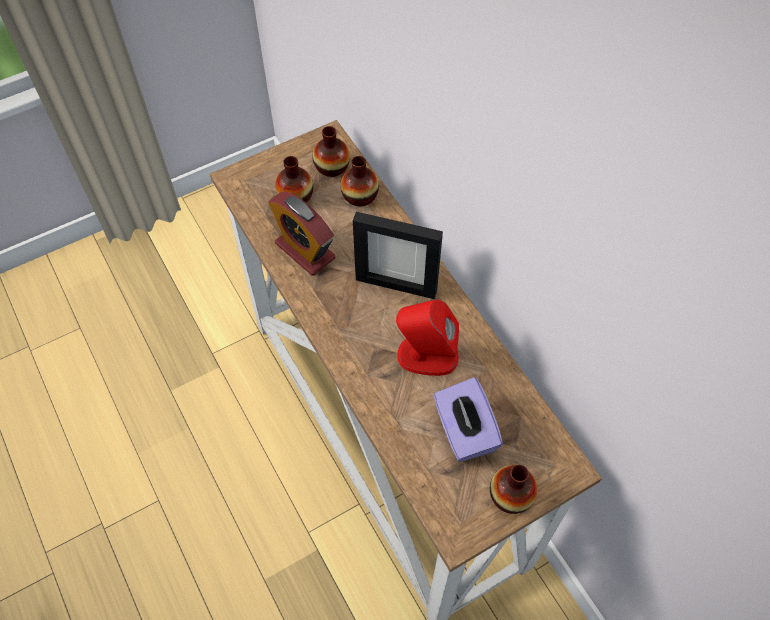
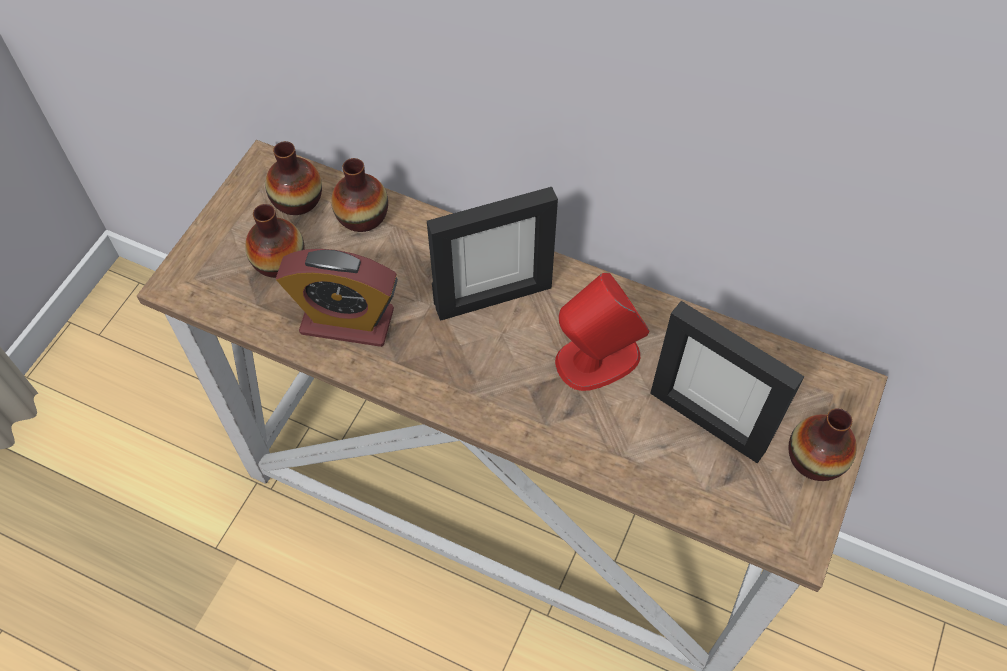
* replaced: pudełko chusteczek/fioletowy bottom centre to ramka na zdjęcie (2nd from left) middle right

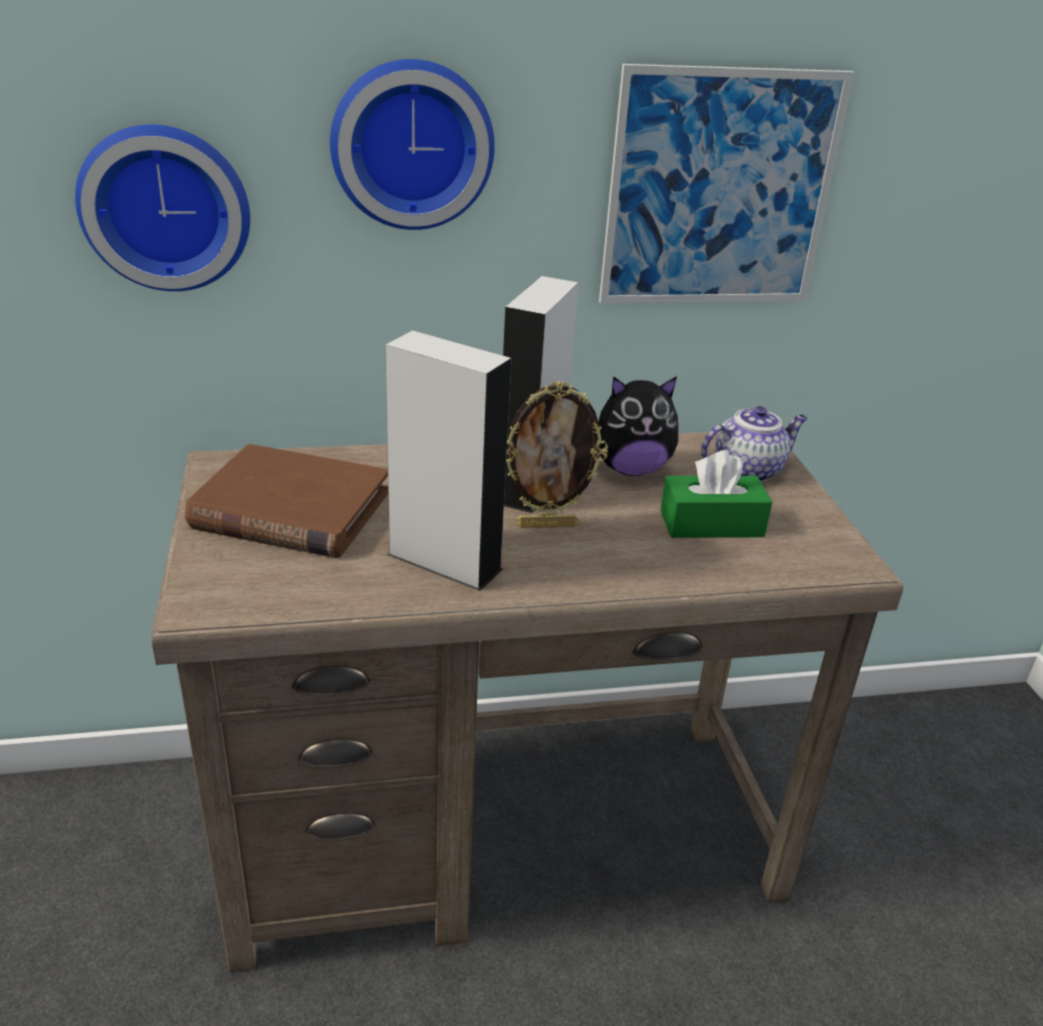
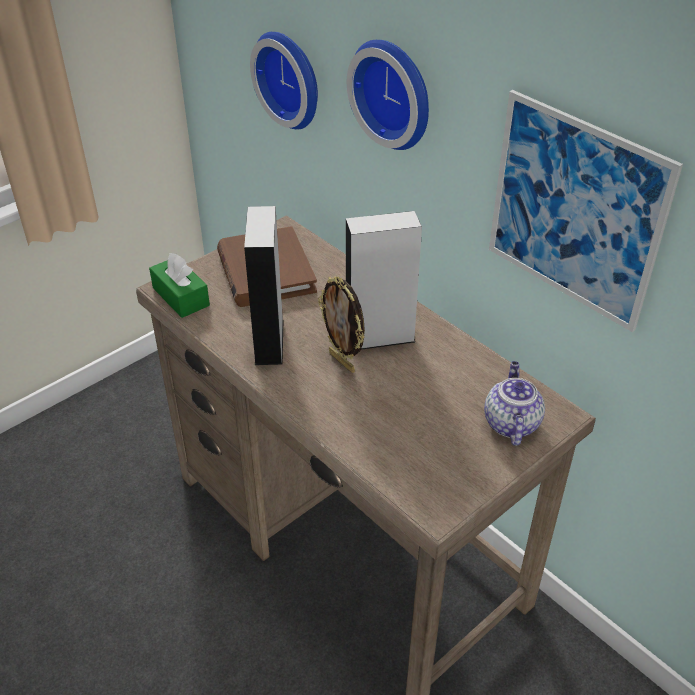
* removed: pluszak centre
* moved: pudełko chusteczek/zielony middle right to middle left
* turned: imbryk middle right = middle right 120 degrees counterclockwise

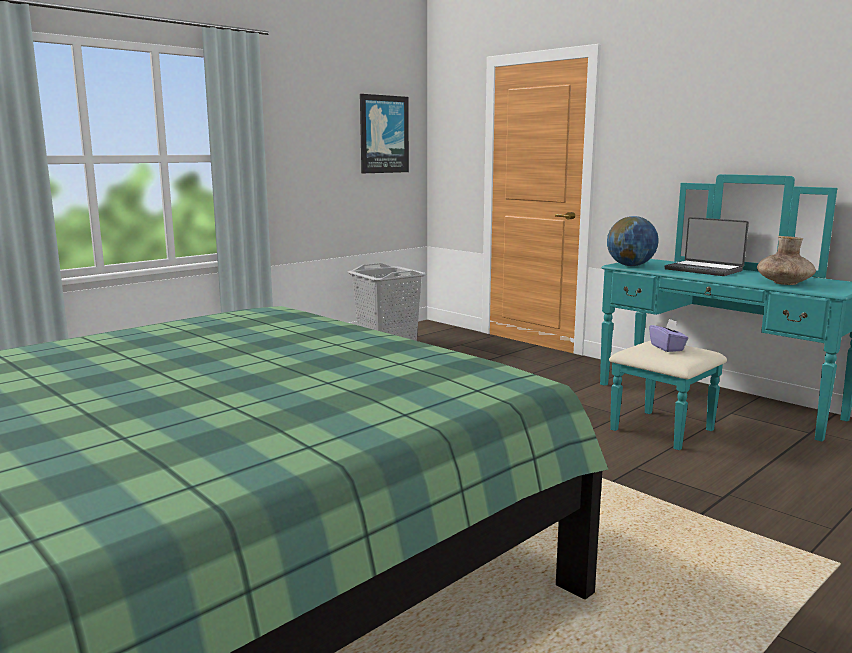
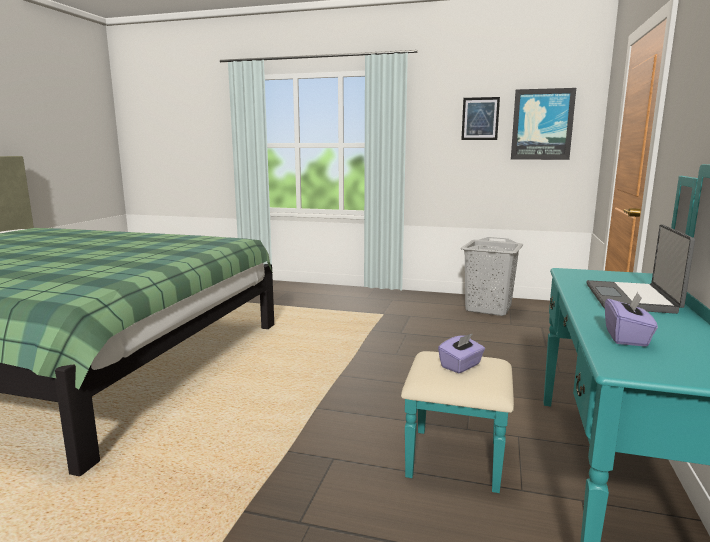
* removed: globus middle right
* replaced: wazon/brązowy middle right to pudełko chusteczek/fioletowy (2nd from left) middle right
* added: obraz (1st from left) top right

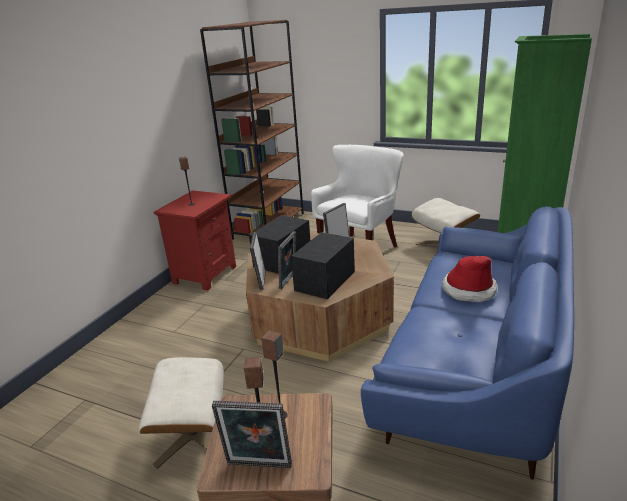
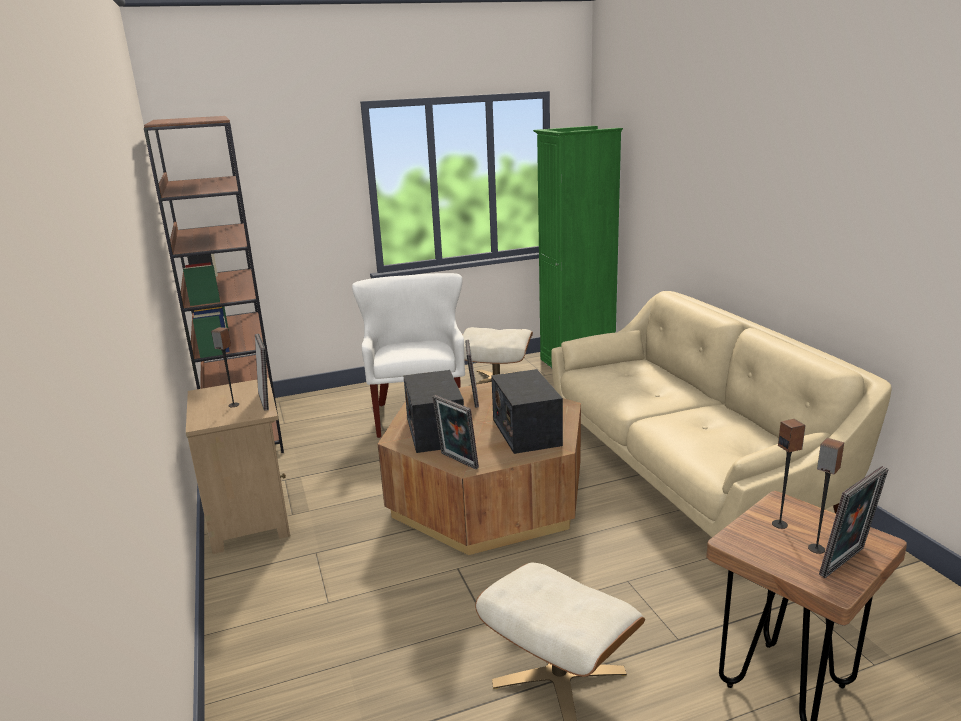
* recoloured: szafka nocna/czerwony middle left to szafka nocna/beżowy middle left
* moved: ramka na zdjęcie (3rd from left in the first image) centre to ramka na zdjęcie (1st from left) middle left
* recoloured: kanapa/niebieski bottom right to kanapa/beżowy middle right
* removed: kapelusz middle right

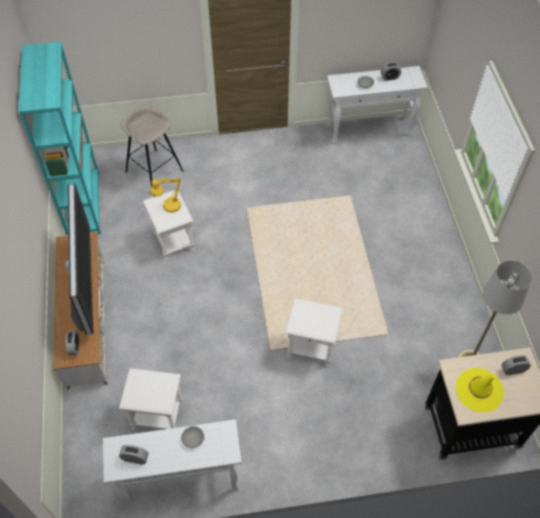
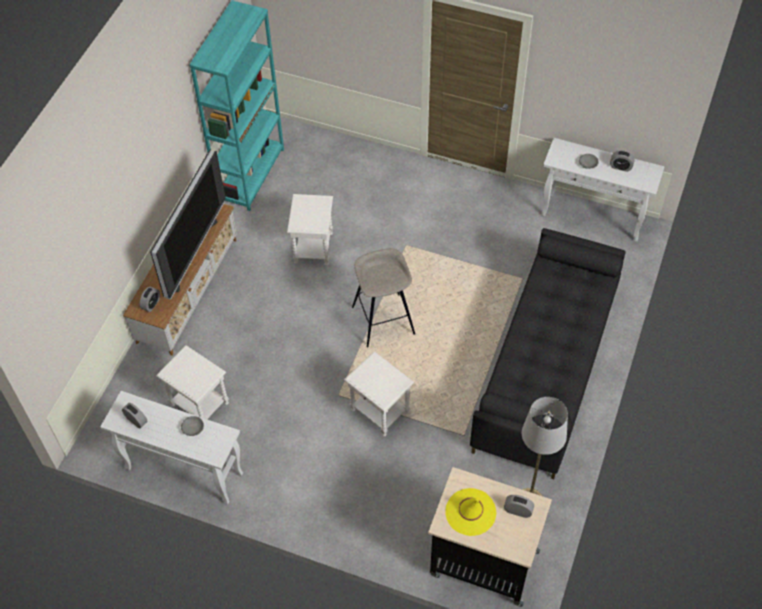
* moved: stołek/szary top left to centre
* removed: lampa stołowa/żółty middle left
* added: kanapa/czarny middle right

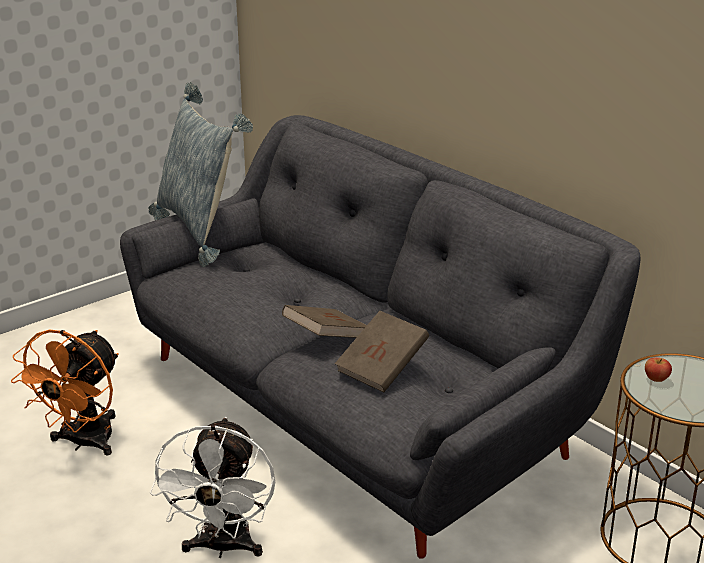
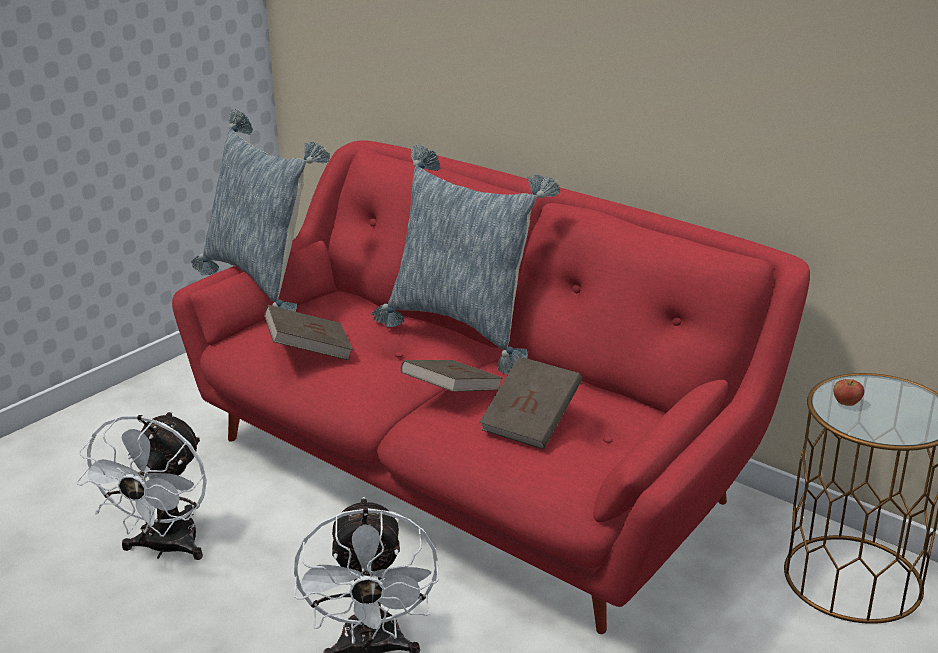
* recoloured: wentylator/pomarańczowy bottom left to wentylator/biały (1st from left) bottom left
* recoloured: kanapa/szary centre to kanapa/czerwony centre
* added: książka/brązowy (1st from left) middle left
* added: poduszka (2nd from left) centre

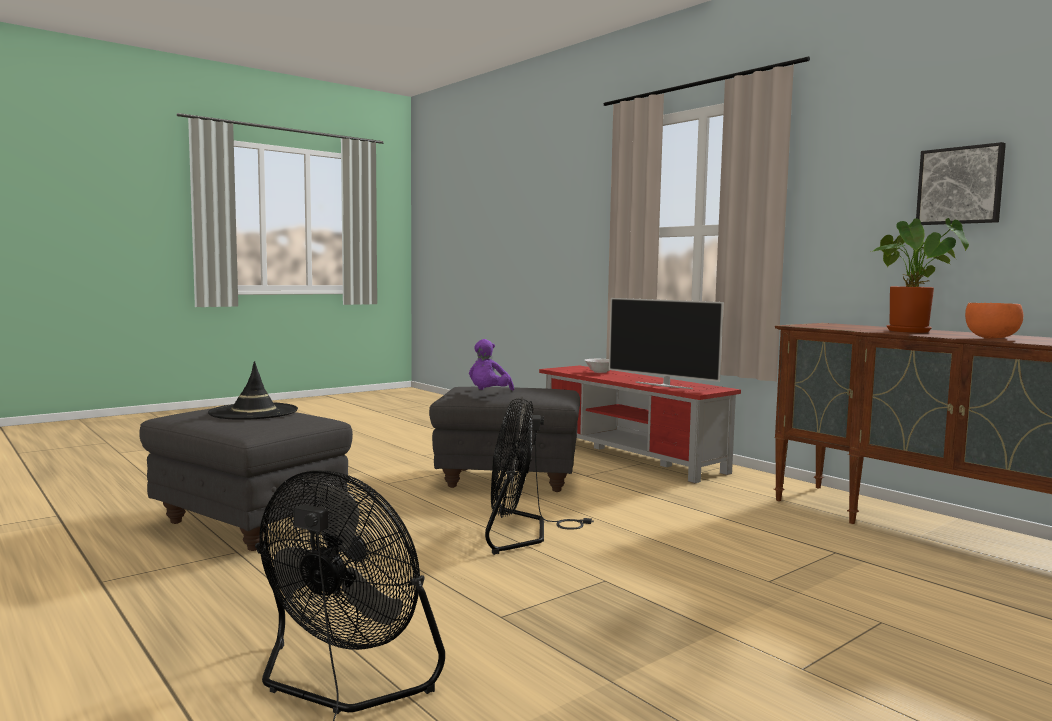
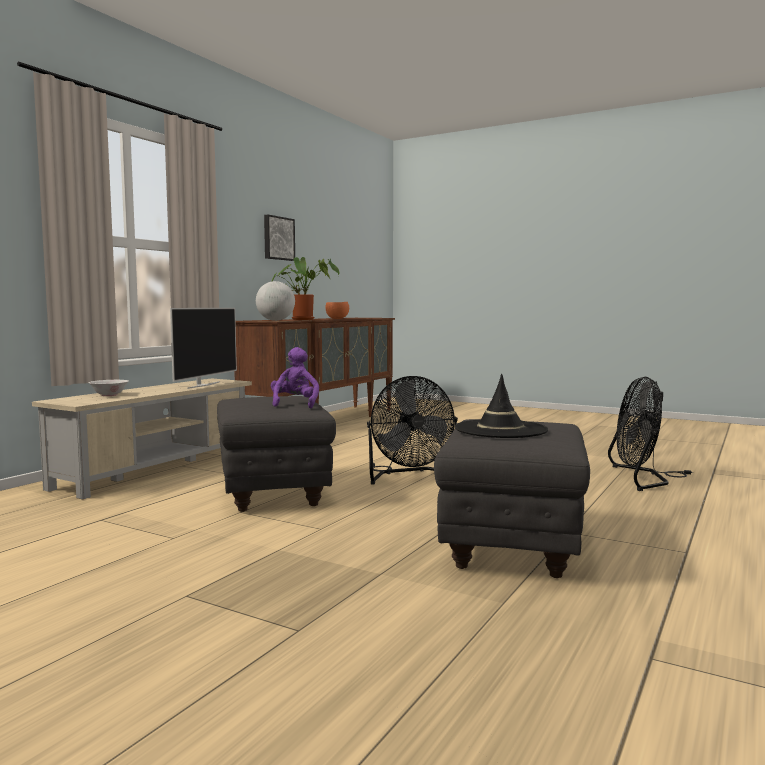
* turned: pluszak/fioletowy centre = centre 90 degrees counterclockwise
* recoloured: szafka pod telewizor/czerwony centre to szafka pod telewizor/beżowy middle left
* added: globus centre

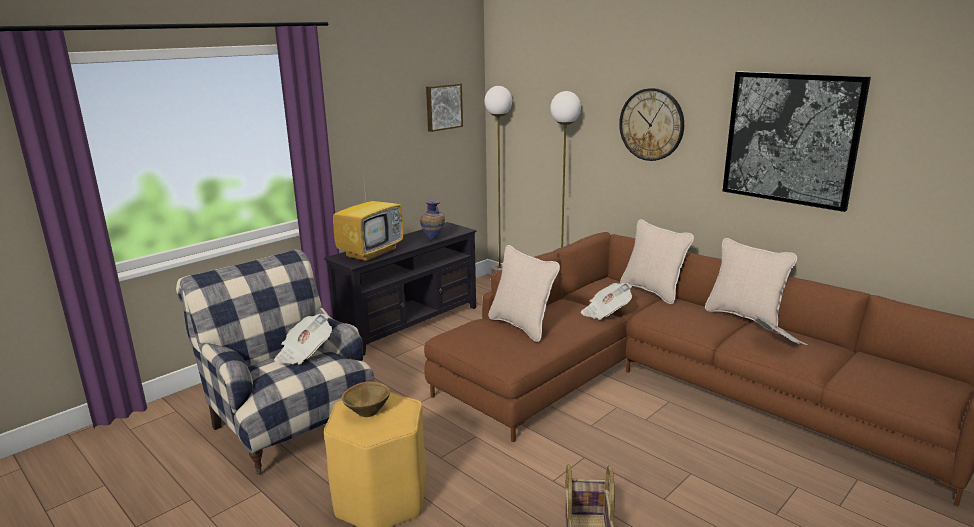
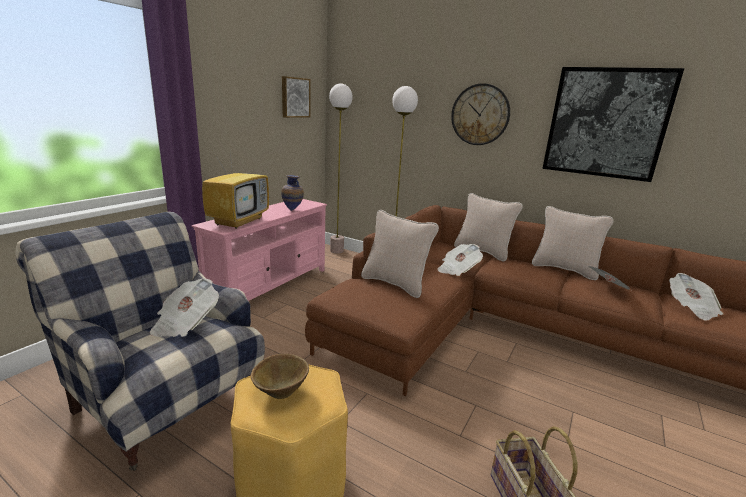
* recoloured: szafka pod telewizor/czarny centre to szafka pod telewizor/różowy centre
* added: gazeta (4th from left) middle right

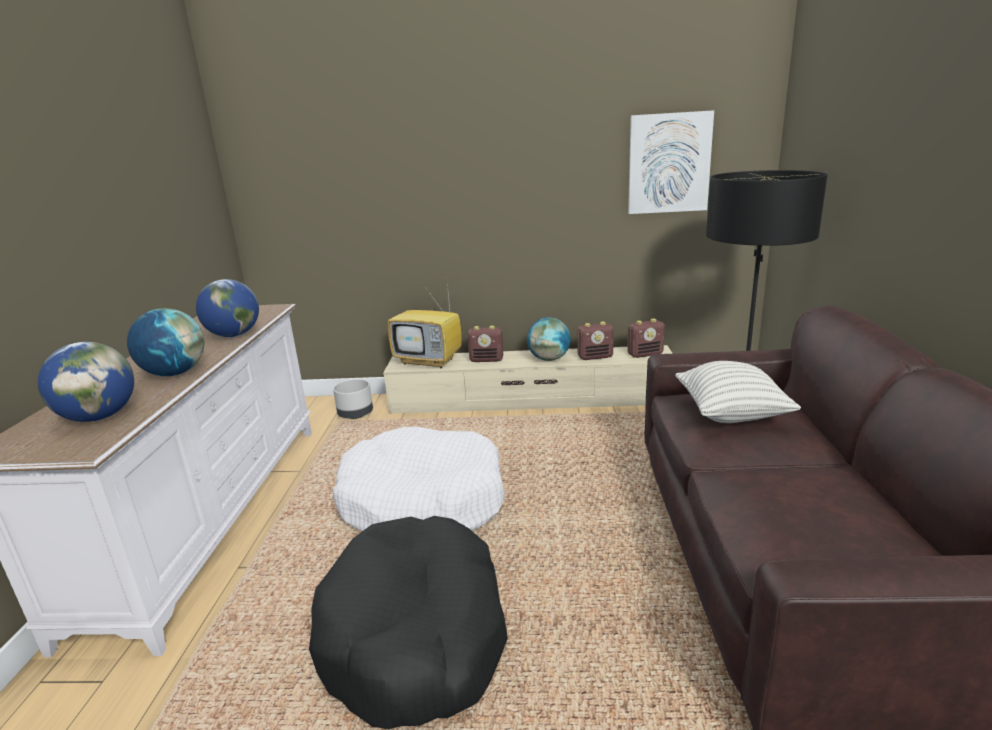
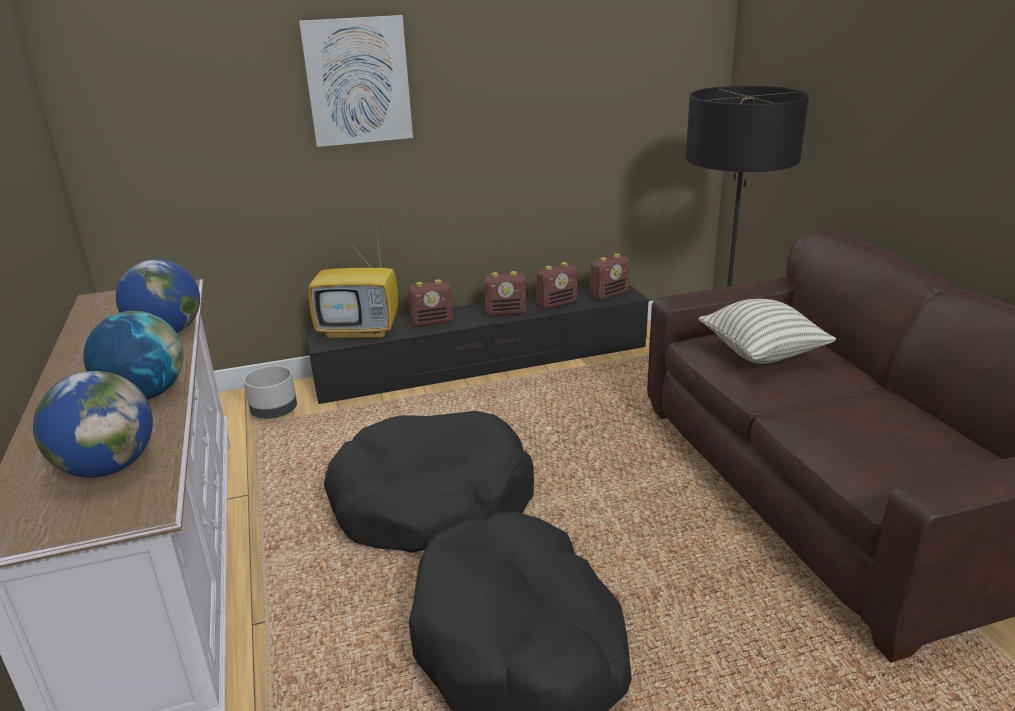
* recoloured: legowisko/biały centre to legowisko/czarny (1st from left) bottom centre
* recoloured: szafka pod telewizor/beżowy centre to szafka pod telewizor/czarny centre
* replaced: globus (4th from left) centre to radio (2nd from left) centre
* moved: obraz top right to top centre

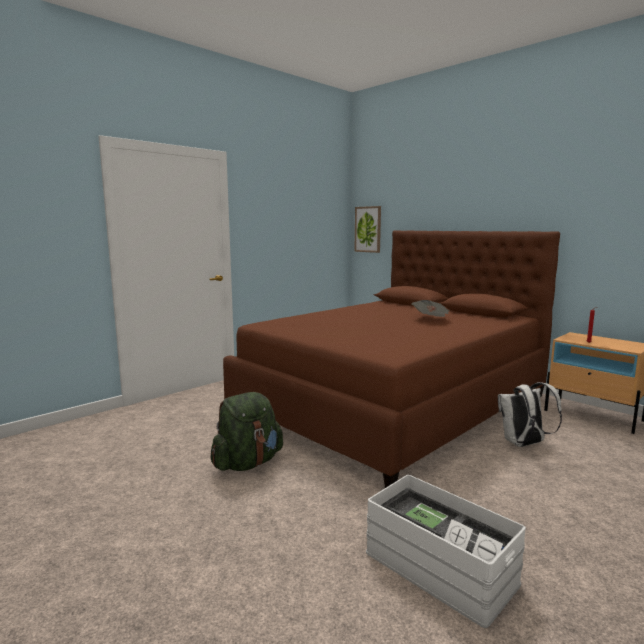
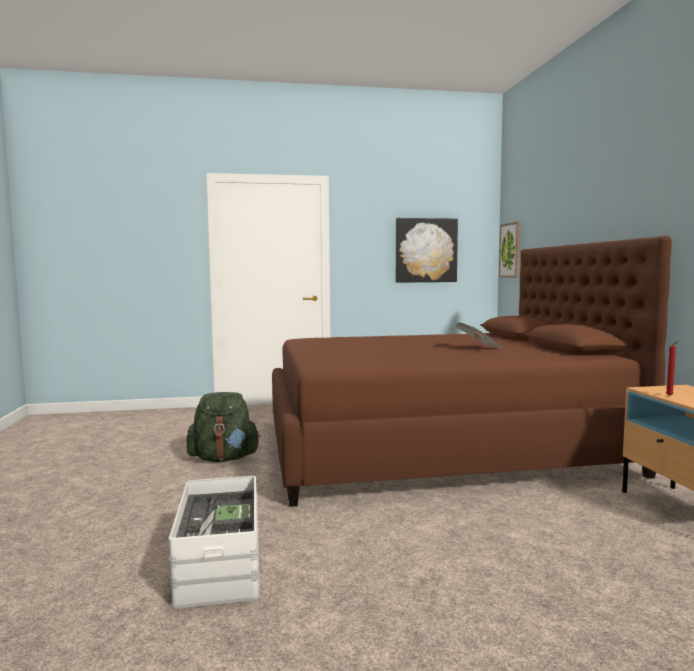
* removed: plecak/biały middle right
* added: obraz (1st from left) centre

